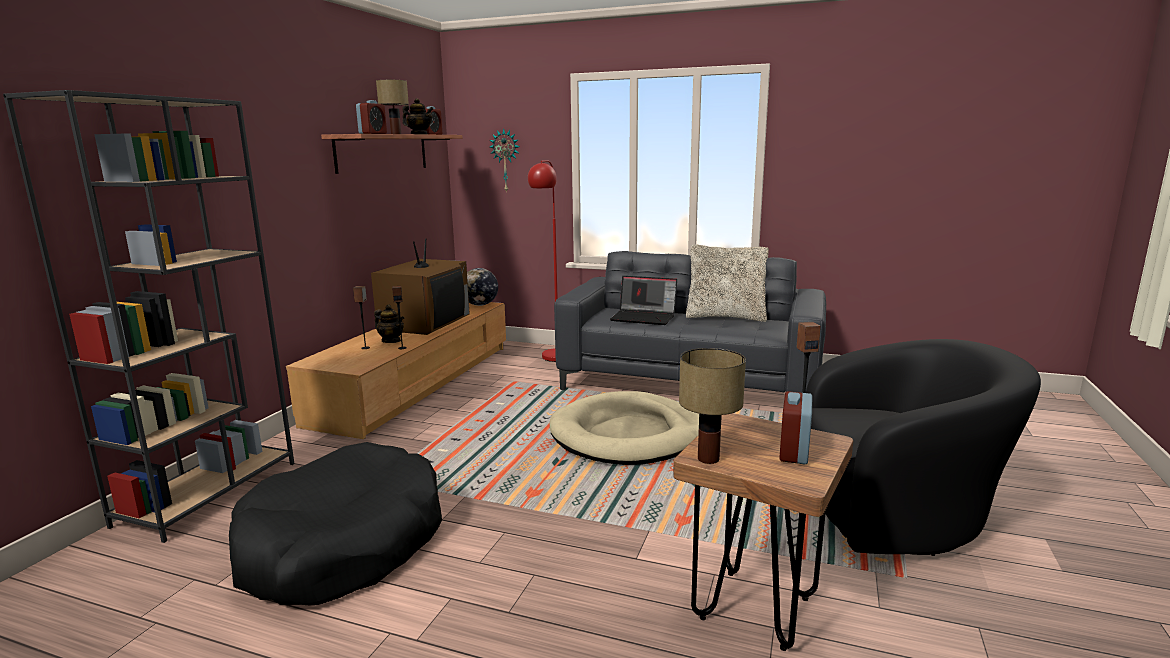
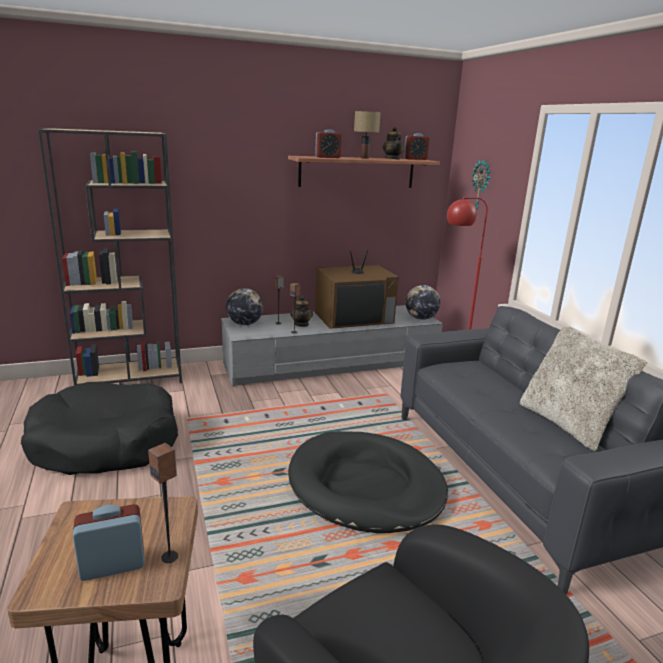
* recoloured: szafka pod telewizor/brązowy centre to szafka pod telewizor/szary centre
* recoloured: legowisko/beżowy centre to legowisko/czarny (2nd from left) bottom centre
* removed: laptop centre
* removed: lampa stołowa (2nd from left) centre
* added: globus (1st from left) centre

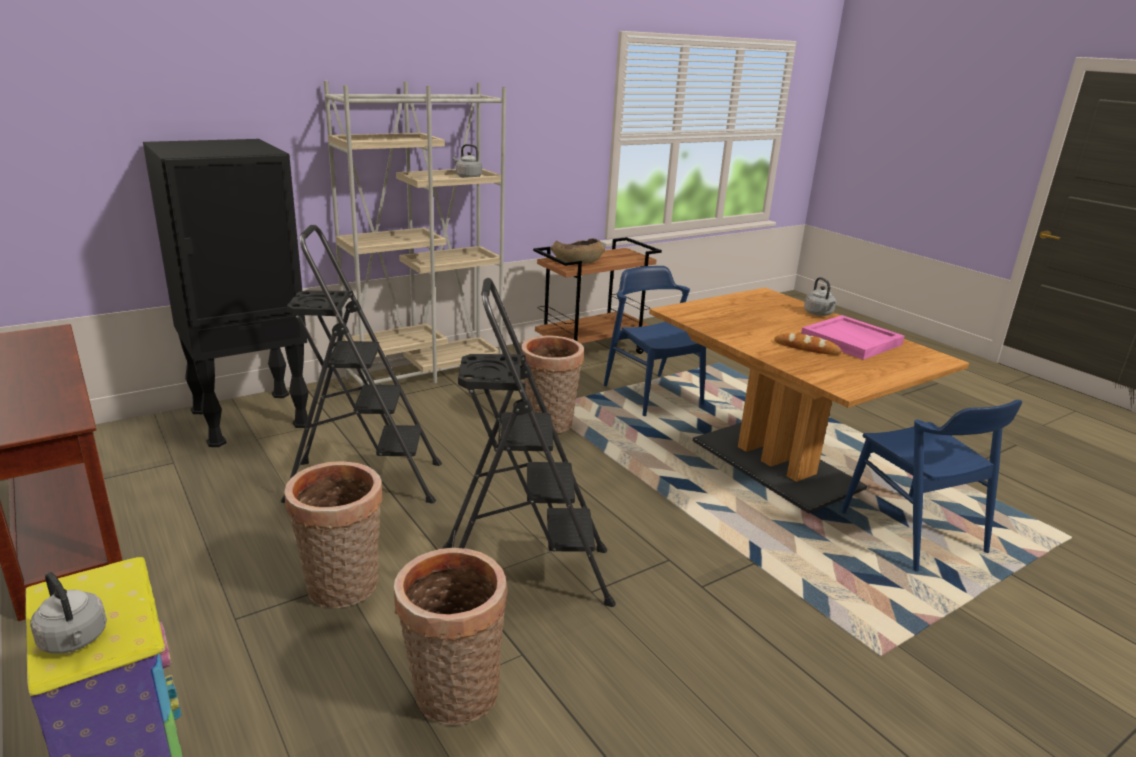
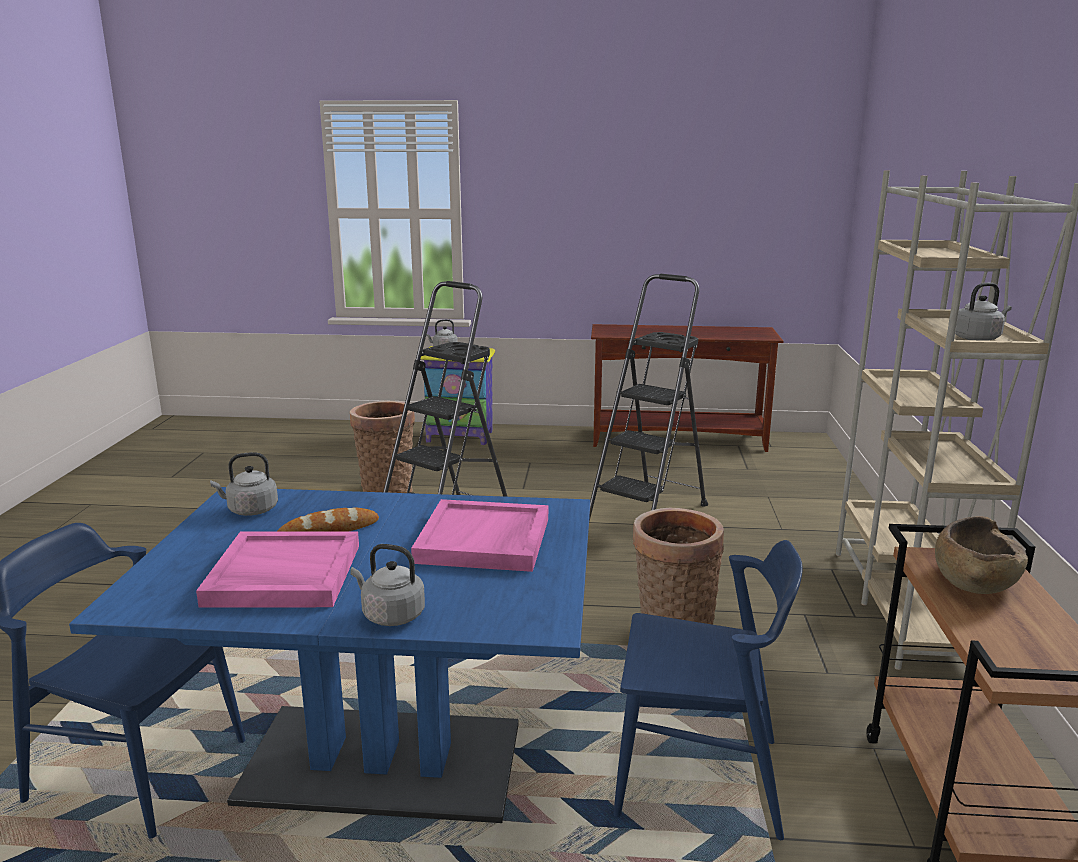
* removed: szafka/czarny middle left
* removed: koszyk (1st from left) bottom left
* recoloured: stół jadalny/brązowy middle right to stół jadalny/niebieski bottom left
* added: czajnik/szary (1st from left) middle left
* added: taca/różowy (2nd from left) centre

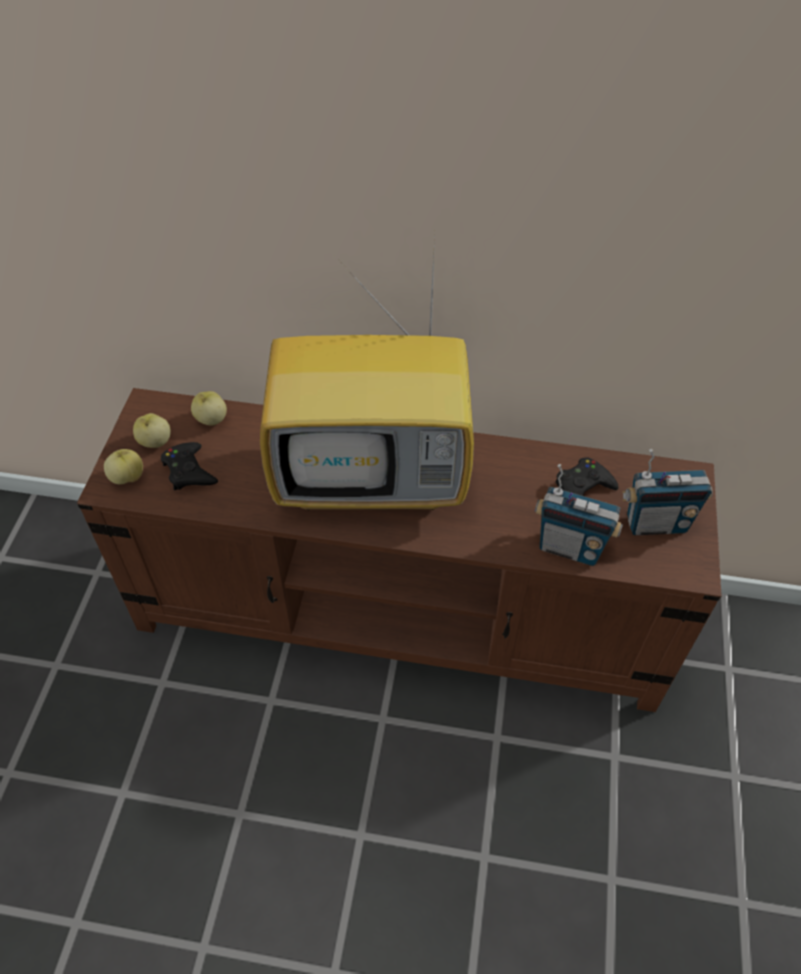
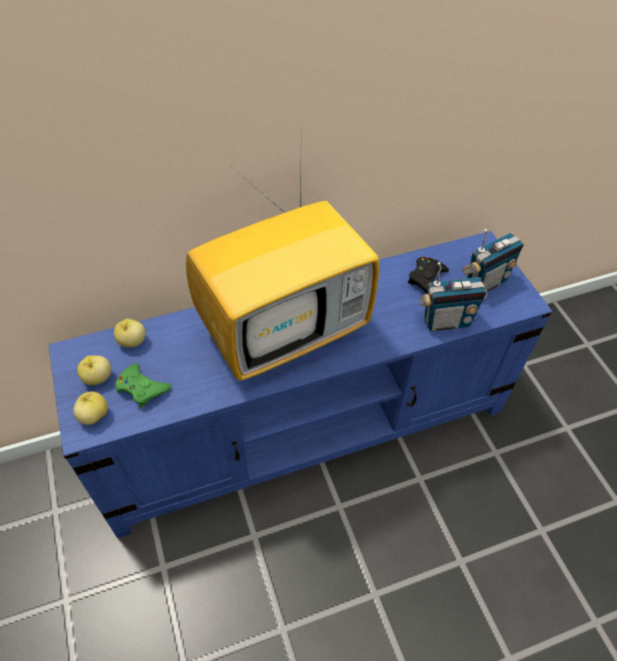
* recoloured: szafka pod telewizor/brązowy centre to szafka pod telewizor/niebieski centre
* recoloured: pad do gier/czarny (1st from left) middle left to pad do gier/zielony middle left

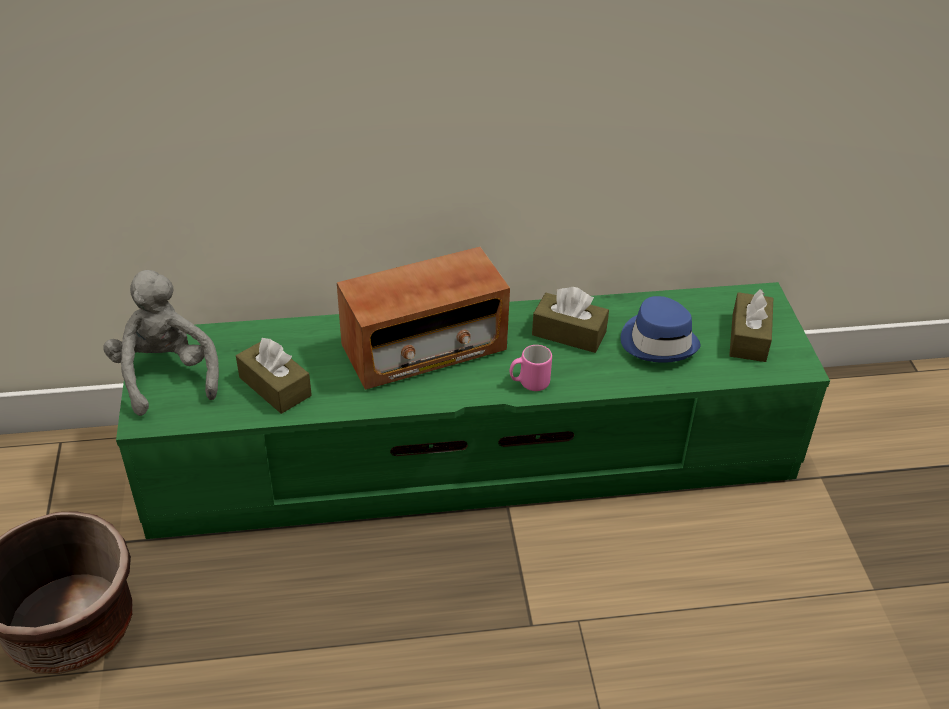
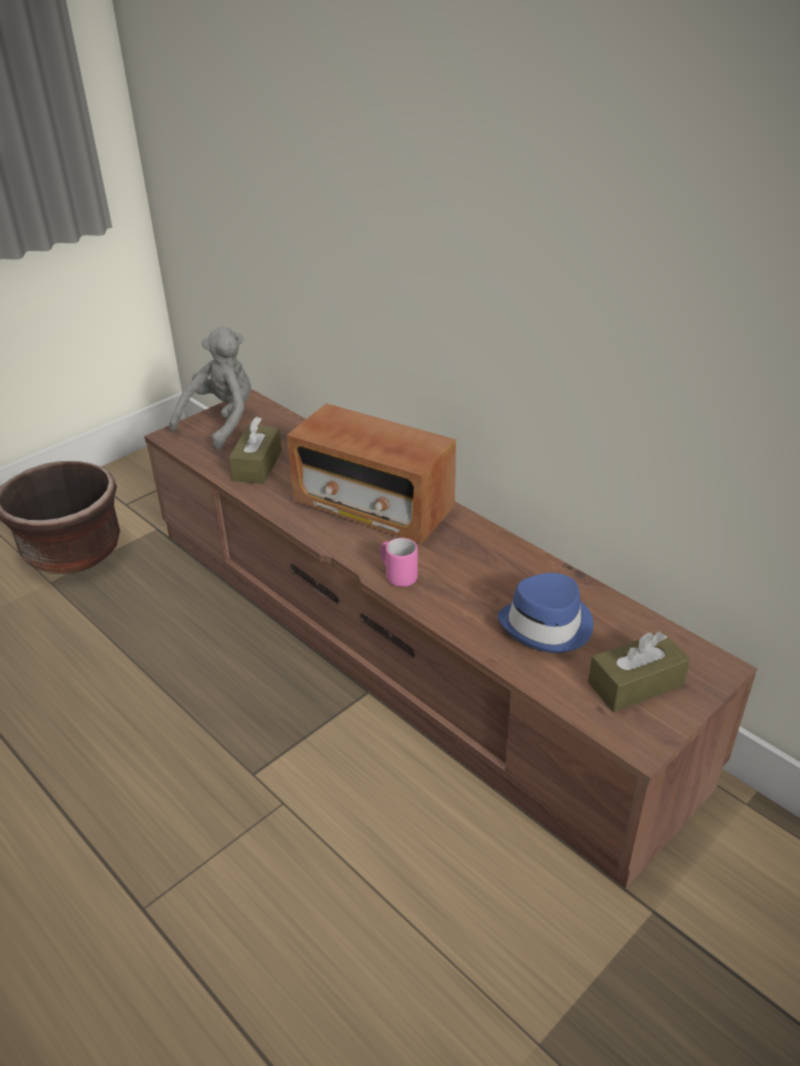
* recoloured: szafka pod telewizor/zielony centre to szafka pod telewizor/brązowy centre
* removed: pudełko chusteczek/brązowy (2nd from left) centre

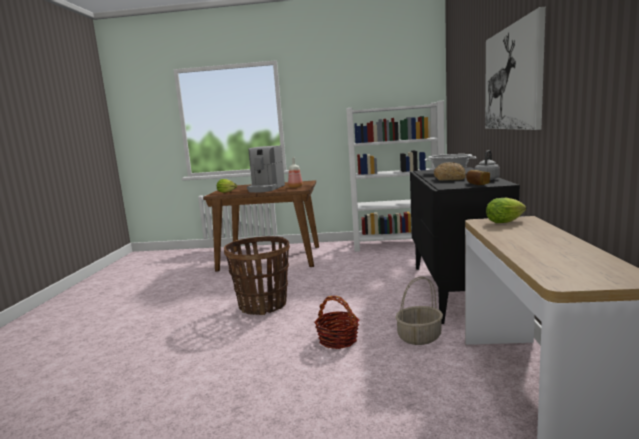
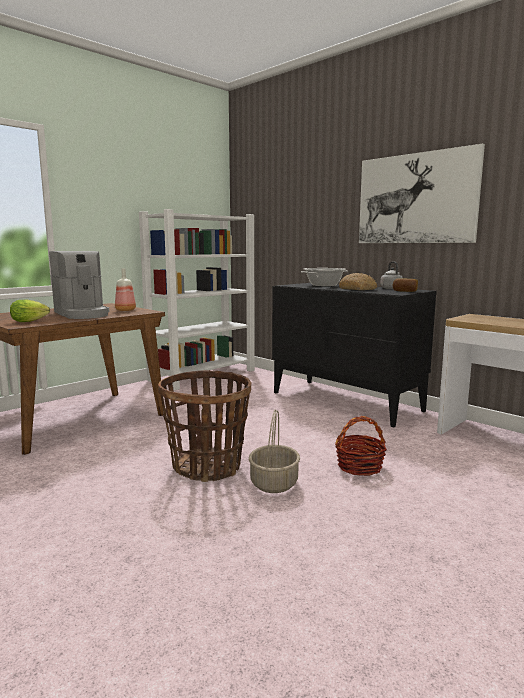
* moved: koszyk (3rd from left in the first image) bottom centre to koszyk (2nd from left) centre
* removed: sałata (2nd from left) middle right

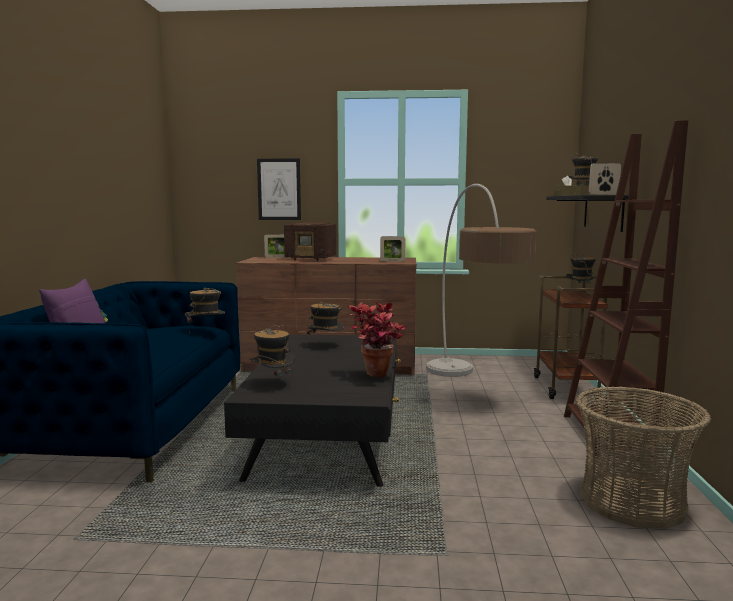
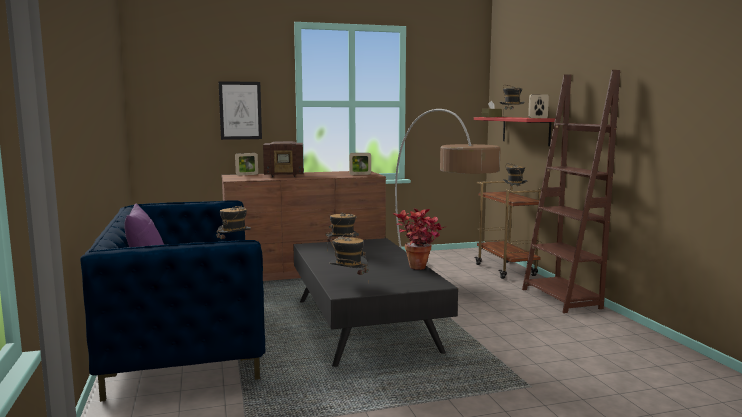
* recoloured: półka/czarny middle right to półka/czerwony top right
* removed: koszyk bottom right

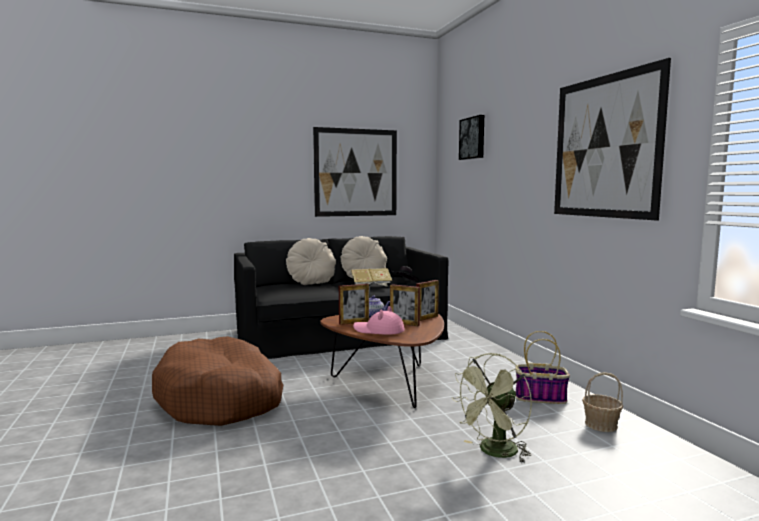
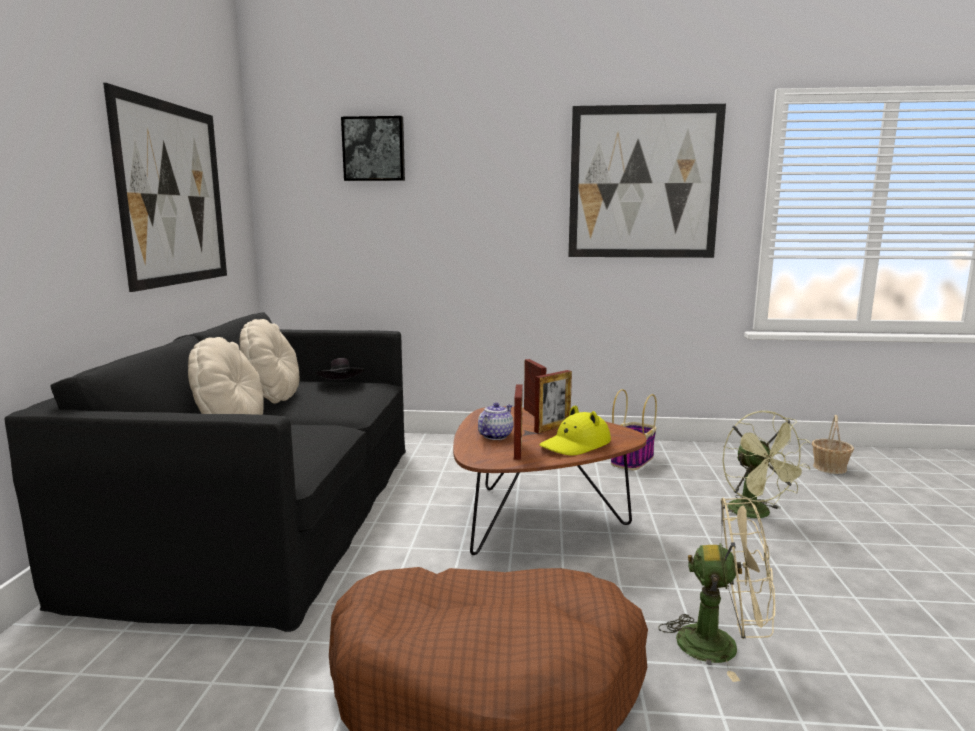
* removed: książka centre
* recoloured: kapelusz/różowy centre to kapelusz/żółty centre
* moved: koszyk (2nd from left) bottom right to middle right
* added: wentylator/beżowy bottom right

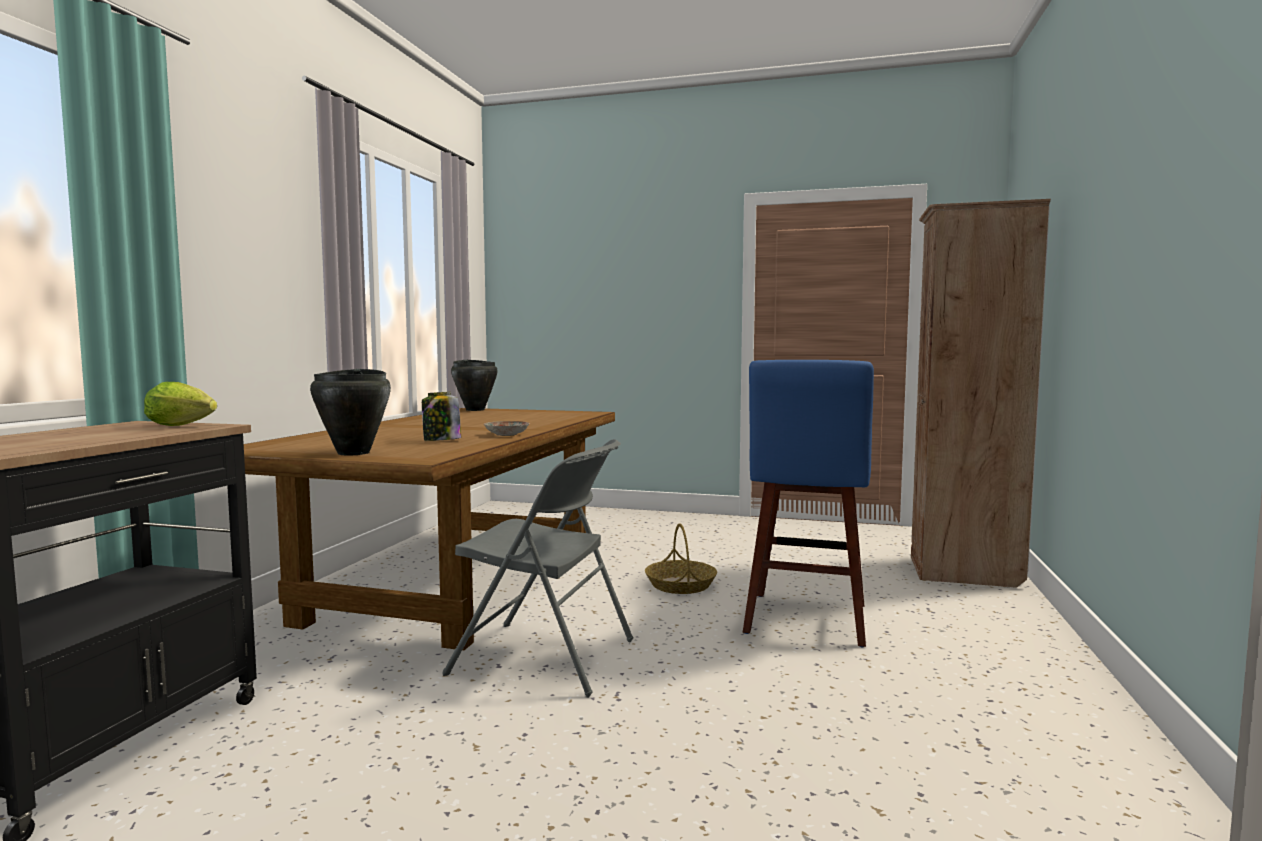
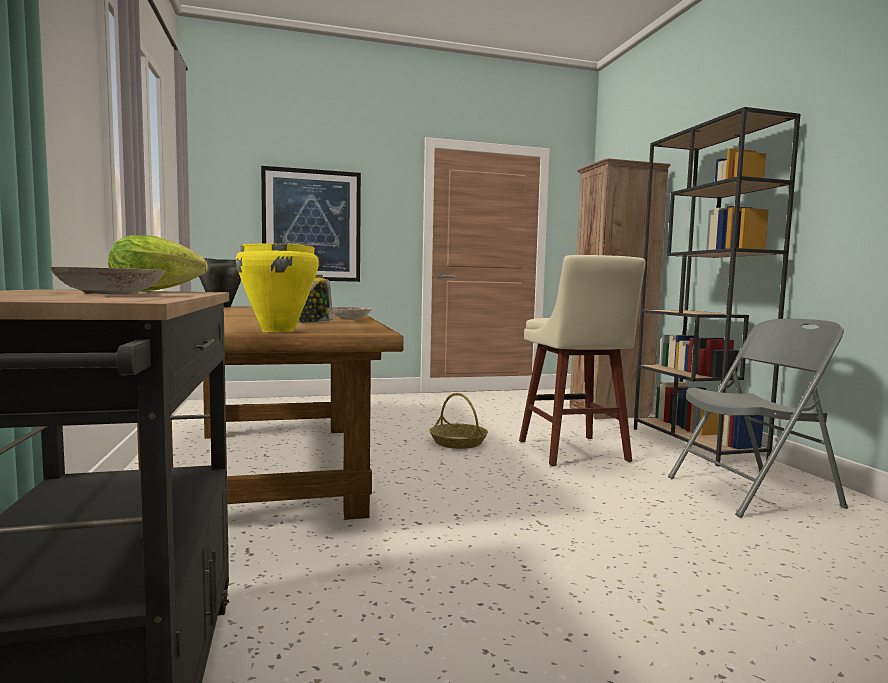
* recoloured: garnek/czarny (1st from left) middle left to garnek/żółty middle left
* moved: krzesło/szary bottom centre to middle right
* recoloured: stołek/niebieski centre to stołek/beżowy centre
* added: talerz (1st from left) middle left
* added: obraz top centre
* added: regał middle right

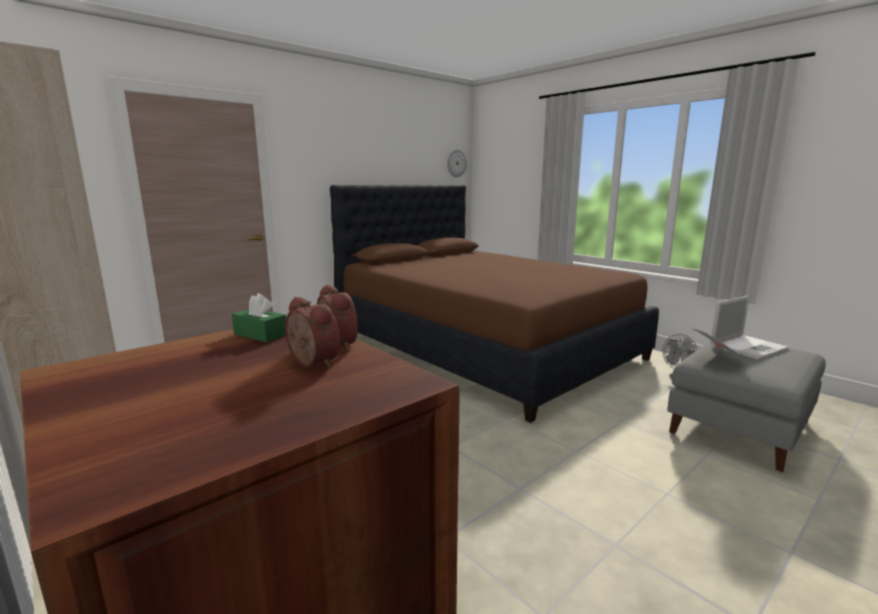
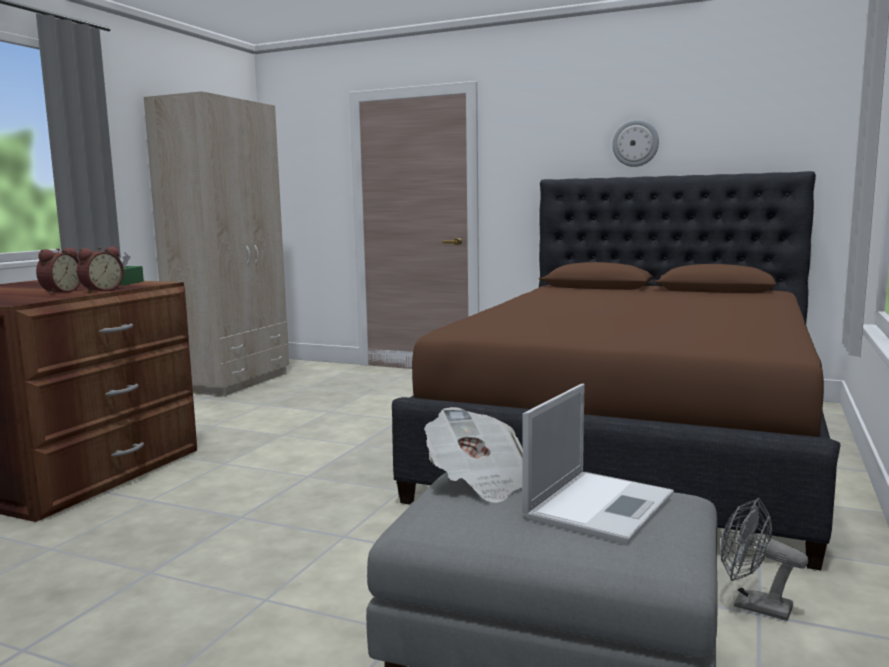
* moved: zegar ścienny top centre to top right
* turned: laptop middle right = bottom right 90 degrees counterclockwise

